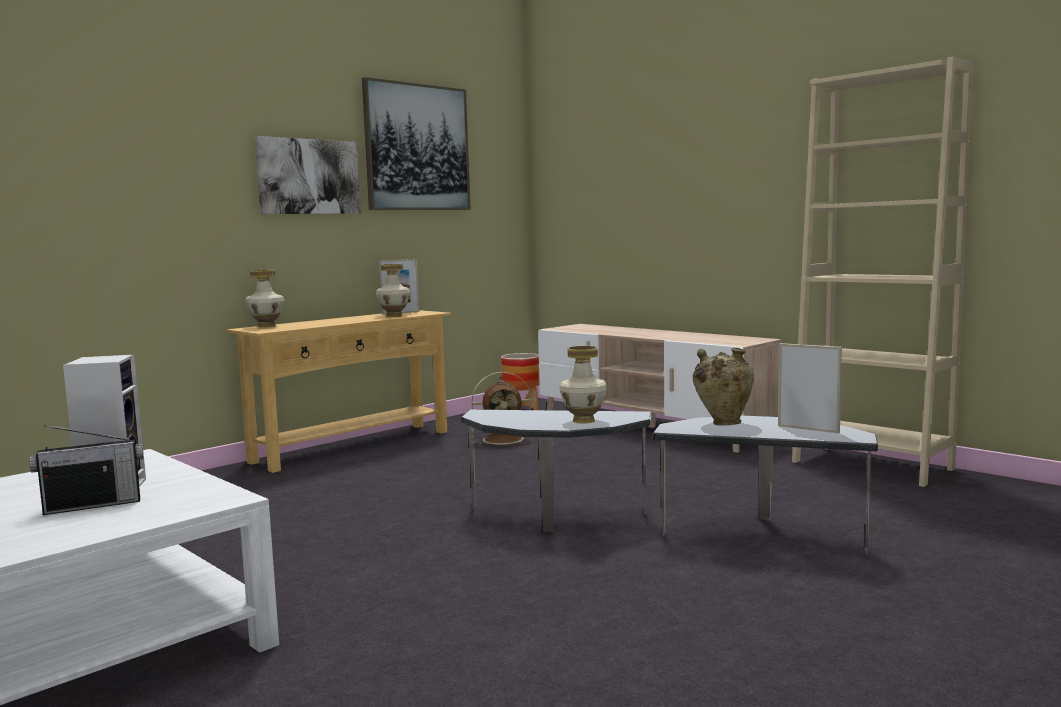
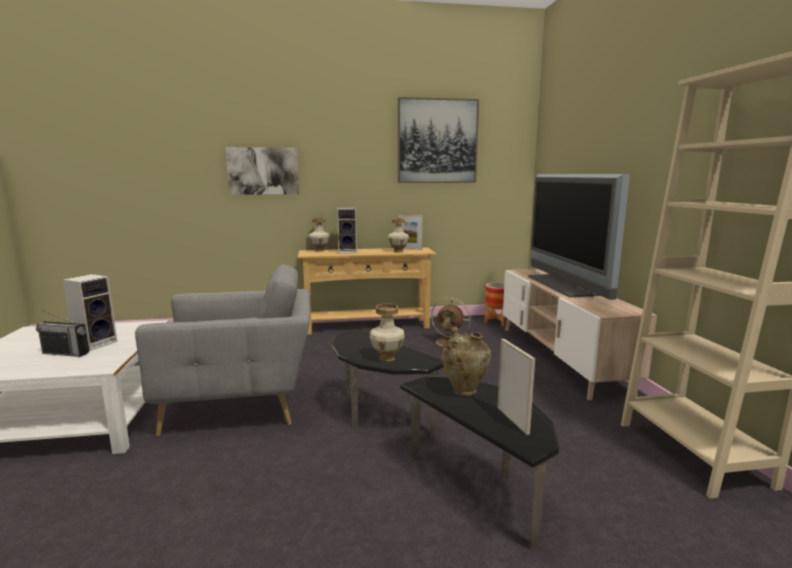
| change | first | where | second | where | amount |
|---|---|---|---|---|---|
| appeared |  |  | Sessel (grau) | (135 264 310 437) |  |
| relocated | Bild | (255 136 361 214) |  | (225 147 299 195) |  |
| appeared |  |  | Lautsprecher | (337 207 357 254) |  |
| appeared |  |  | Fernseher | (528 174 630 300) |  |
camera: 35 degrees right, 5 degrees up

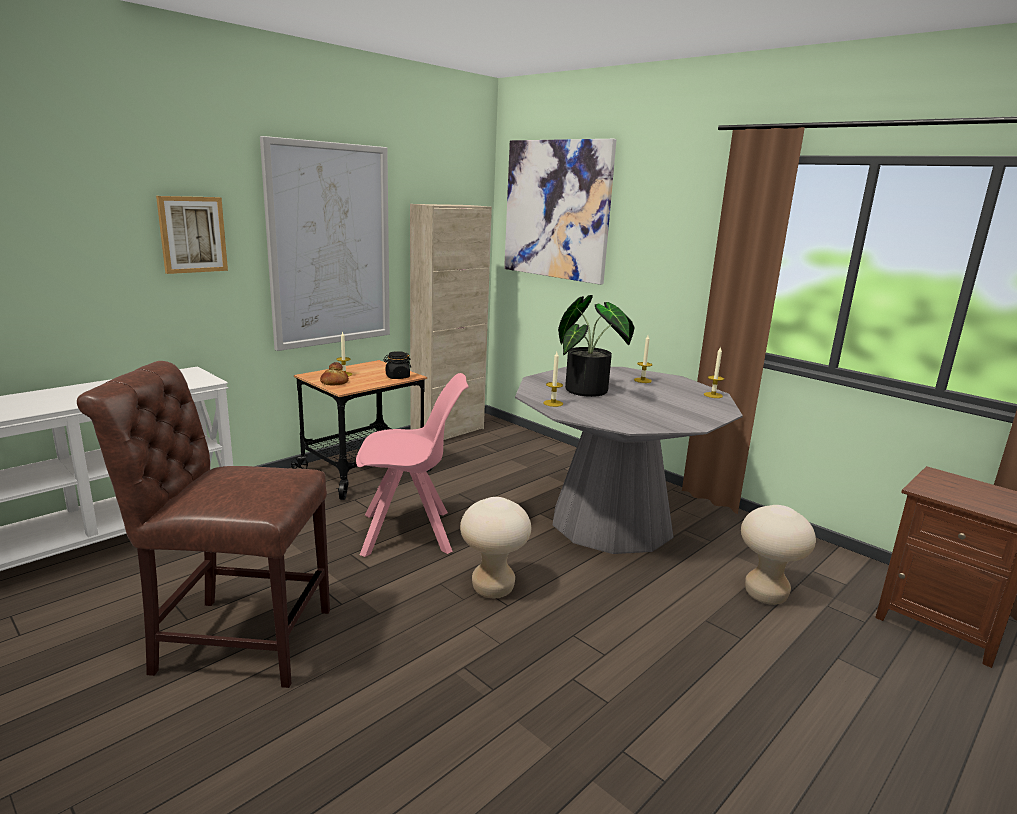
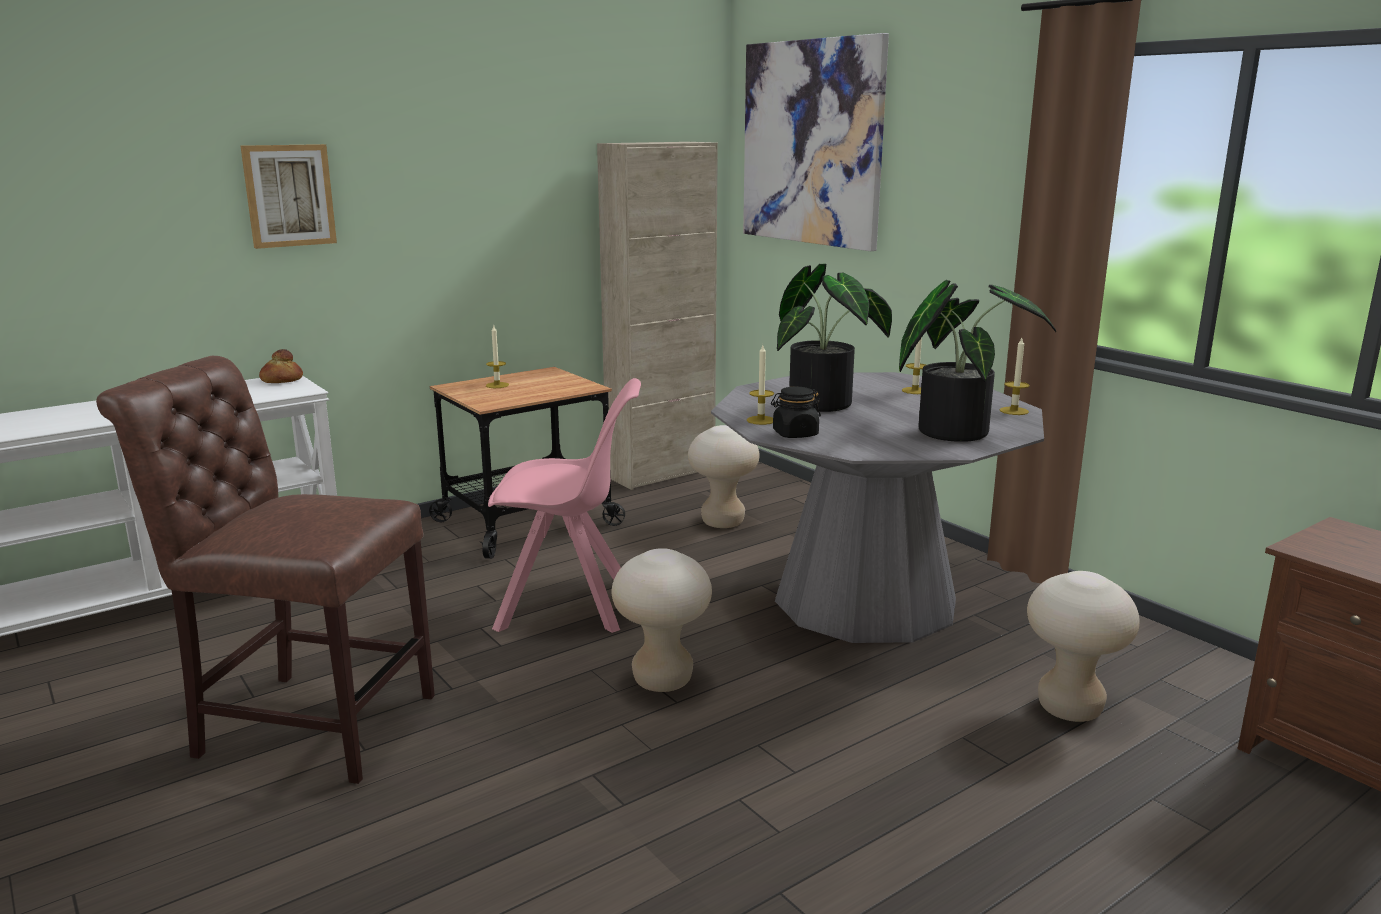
| change | first | where | second | where | amount |
|---|---|---|---|---|---|
| relocated | Brot | (320 362 349 385) |  | (259 349 303 383) |  |
| appeared |  |  | Hocker (beige) | (688 425 760 528) |  |
| relocated | Vorratsglas (schwarz) | (383 351 411 379) |  | (771 387 821 438) |  |
| appeared |  |  | Topfpflanze | (899 280 1056 442) |  |
| missing | Bild | (260 136 390 351) |  |  |  |
camera: 10 degrees right, 0 degrees up

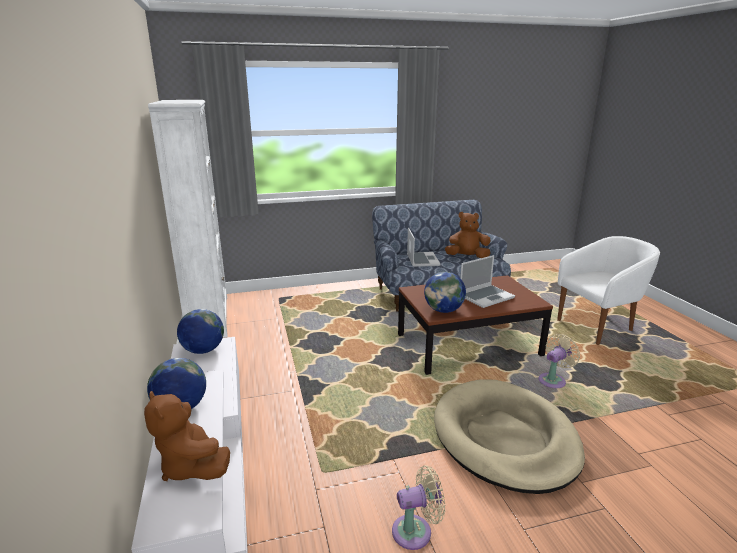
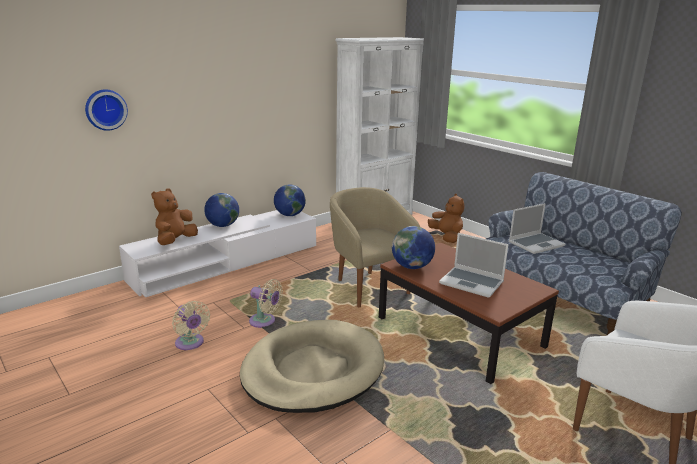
| change | first | where | second | where | amount |
|---|---|---|---|---|---|
| appeared |  |  | Wanduhr | (85 89 128 131) |  |
| relocated | Ventilator (beige) | (538 334 580 388) |  | (249 279 283 328) |  |
| appeared |  |  | Sessel (beige) | (330 187 420 307) |  |
| relocated | Plüschtier (braun) | (445 212 491 258) |  | (428 194 464 243) |  |
camera: 65 degrees right, 0 degrees up

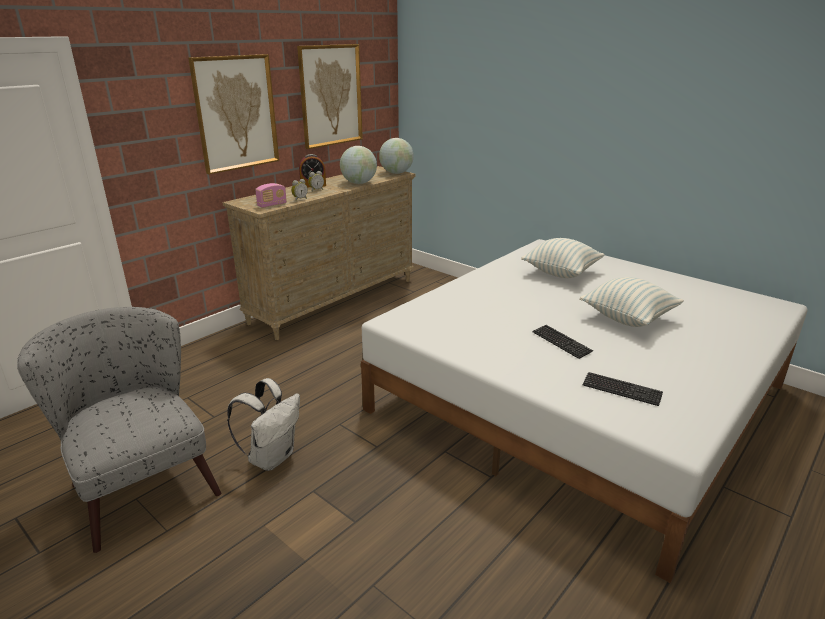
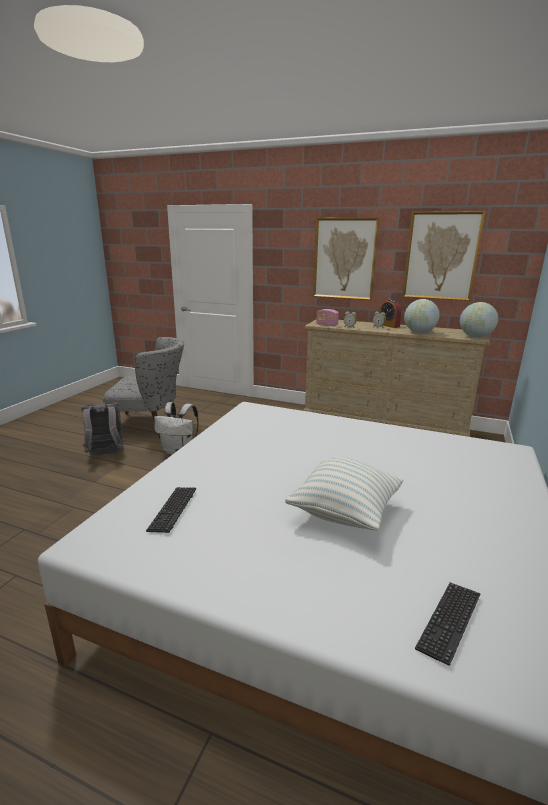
| change | first | where | second | where | amount |
|---|---|---|---|---|---|
| appeared |  |  | Rucksack (grau) | (81 403 126 455) |  |
| spun | Sessel (grau) | (17 307 221 553) |  | (103 337 184 438) | 60 degrees clockwise |
| relocated | Tastatur | (532 325 593 359) |  | (415 582 480 666) |  |
| missing | Kissen | (521 238 605 278) |  |  |  |
camera: 70 degrees right, 5 degrees down

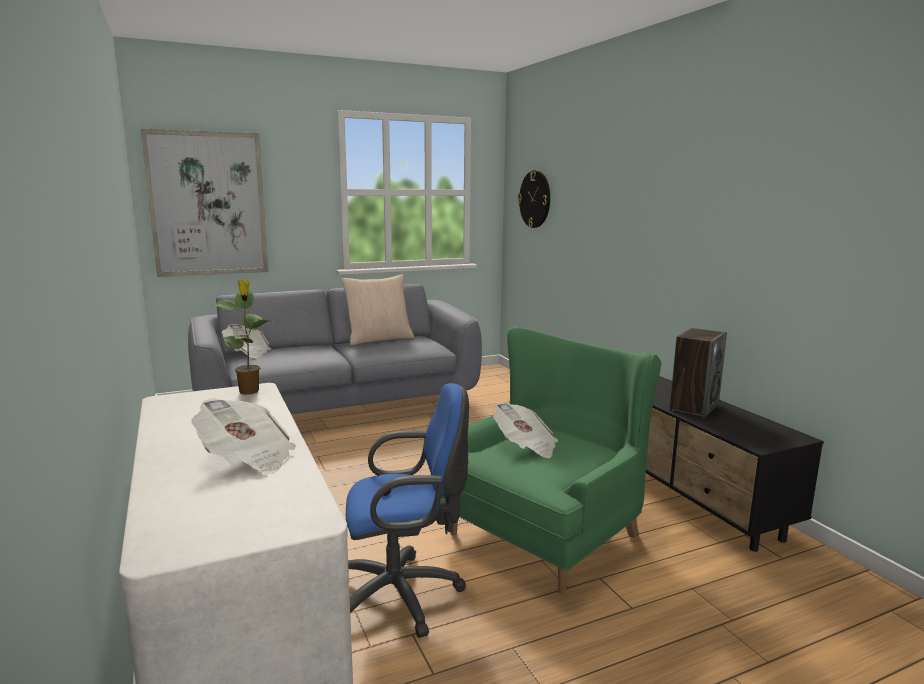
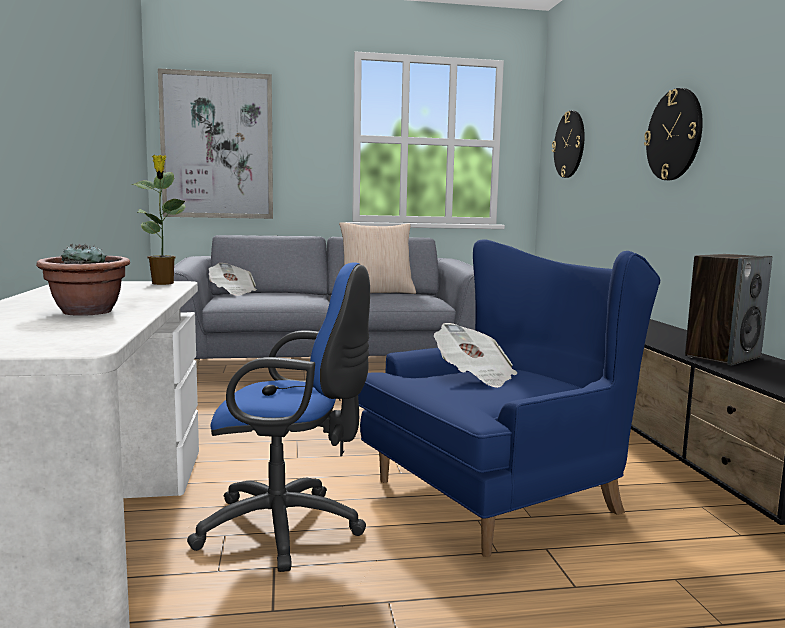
| change | first | where | second | where | amount |
|---|---|---|---|---|---|
| exchanged | Zeitung | (191 398 296 474) | Topfpflanze | (36 244 130 316) |  |
| colour | Sessel (grün) | (441 326 662 594) | Sessel (blau) | (358 239 660 557) |  |
| appeared |  |  | Wanduhr | (644 88 703 180) |  |
camera: 15 degrees right, 5 degrees down

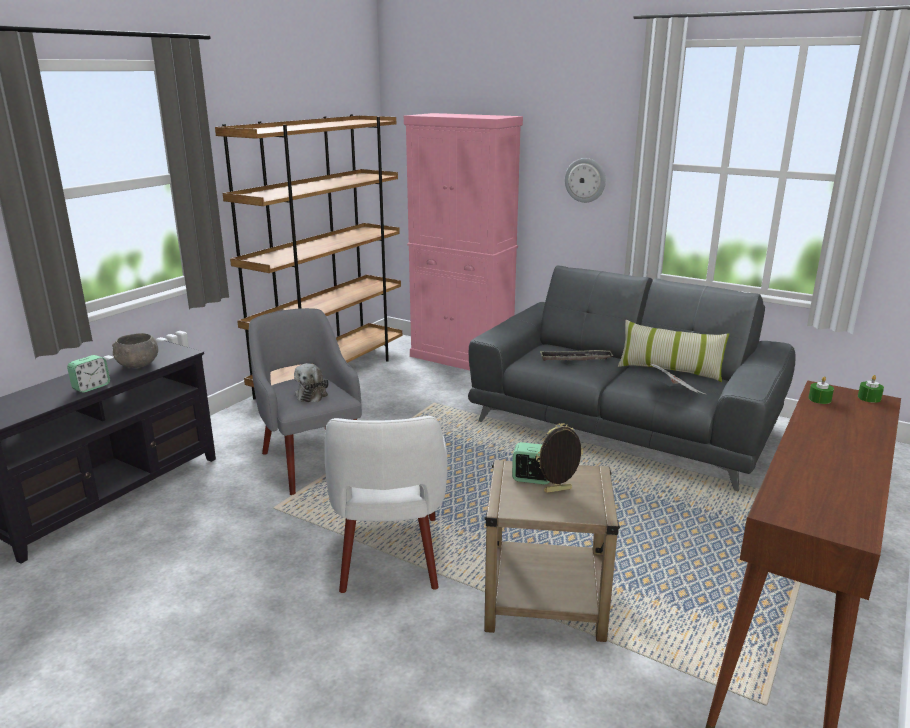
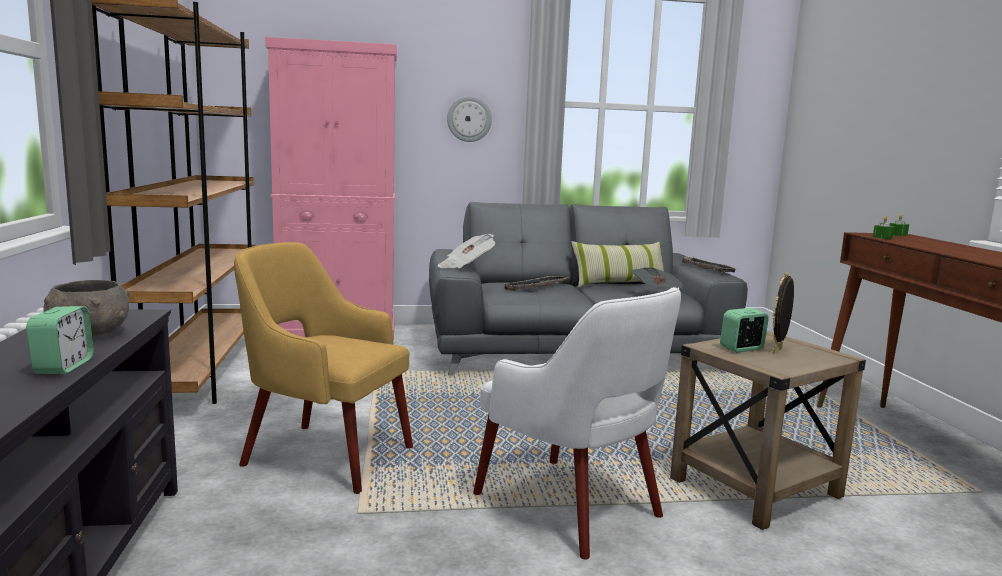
| change | first | where | second | where | amount |
|---|---|---|---|---|---|
| colour | Sessel (grau) | (248 308 362 495) | Sessel (gelb) | (234 242 413 494) |  |
| appeared |  |  | Zeitung | (438 234 495 269) |  |
| appeared |  |  | Tablett | (682 257 736 272) |  |
| missing | Plüschtier | (294 363 329 402) |  |  |  |
camera: 40 degrees left, 10 degrees down

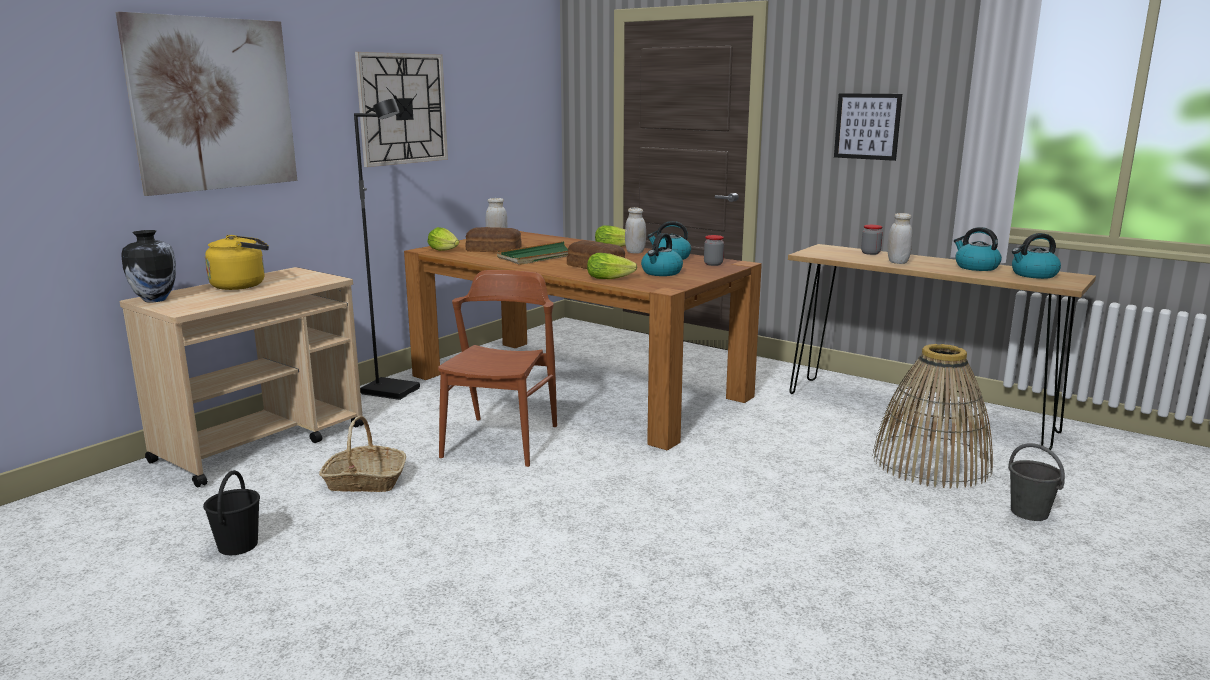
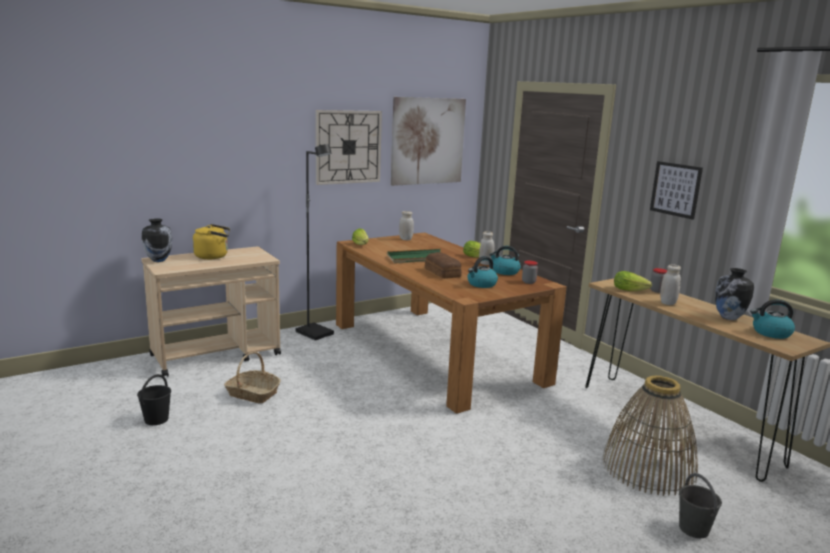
| change | first | where | second | where | amount |
|---|---|---|---|---|---|
| relocated | Bild | (116 12 297 196) |  | (391 97 466 186) |  |
| relocated | Salatkopf | (587 253 637 279) |  | (614 271 652 291) |  |
| exchanged | Wasserkessel | (954 227 1002 271) | Vase | (715 268 754 320) |  |
| missing | Stuhl (braun) | (438 270 557 467) |  |  |  |
| missing | Brot | (465 227 522 252) |  |  |  |
camera: 20 degrees right, 0 degrees up

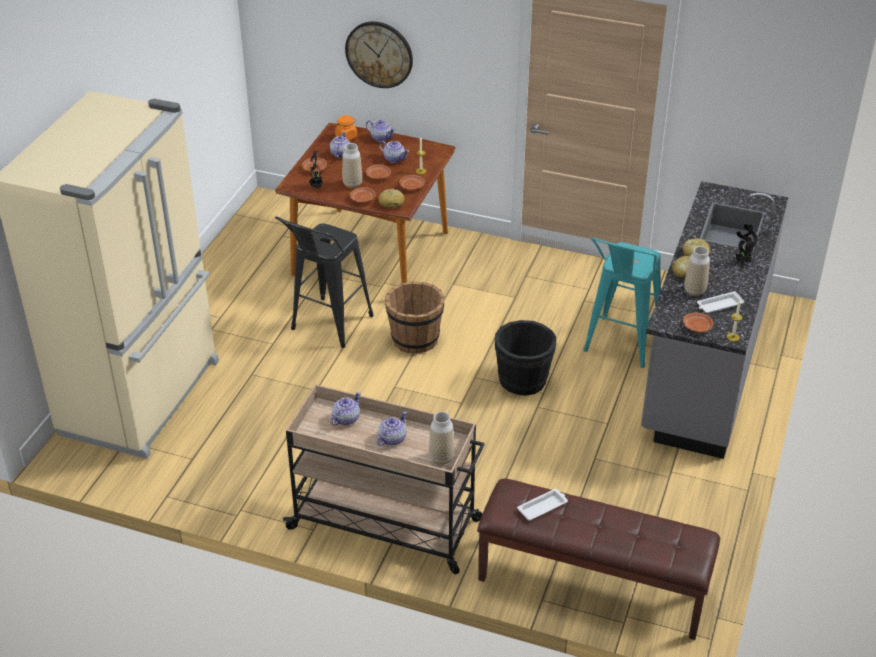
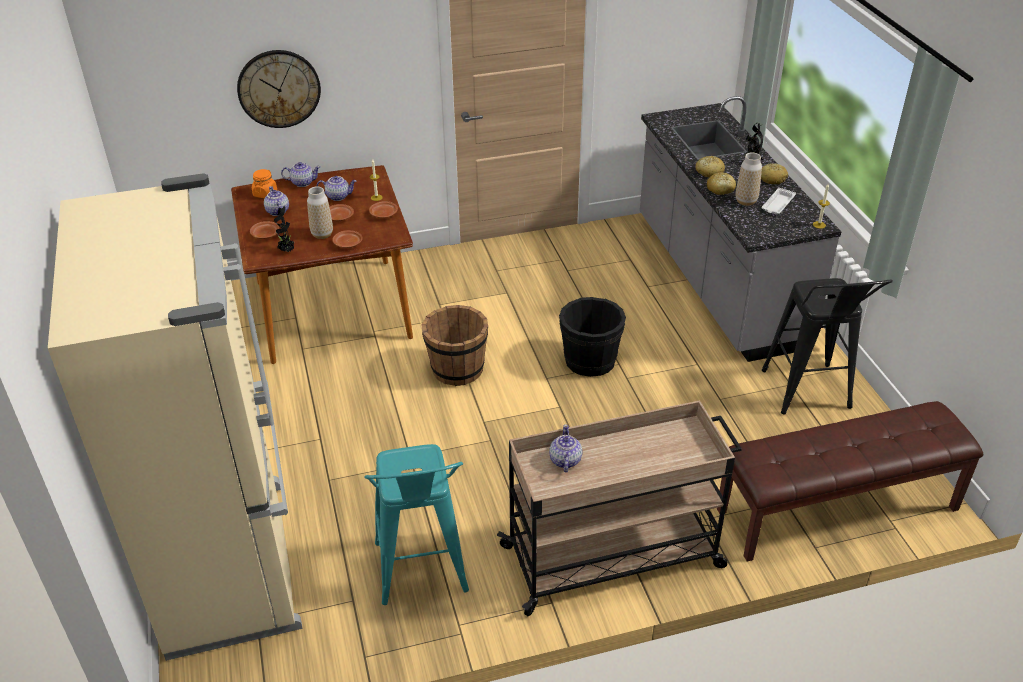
| change | first | where | second | where | amount |
|---|---|---|---|---|---|
| relocated | Hocker (türkis) | (583 238 661 368) |  | (365 444 469 605) |  |
| relocated | Brot | (378 189 405 209) |  | (761 163 788 184) |  |
| relocated | Hocker (schwarz) | (275 216 374 348) |  | (762 278 893 415) |  |
| missing | Teekanne | (377 411 407 446) |  |  |  |
| missing | Vase | (429 412 454 465) |  |  |  |
| missing | Tablett (weiß) | (517 489 568 521) |  |  |  |
| missing | Teller (braun) | (683 312 713 332) |  |  |  |
camera: 35 degrees left, 0 degrees up

